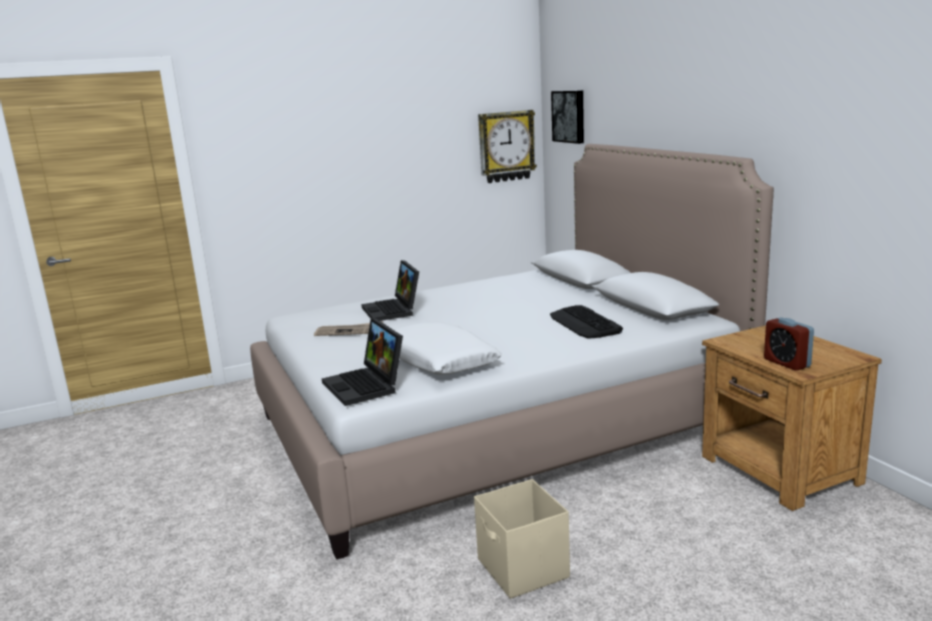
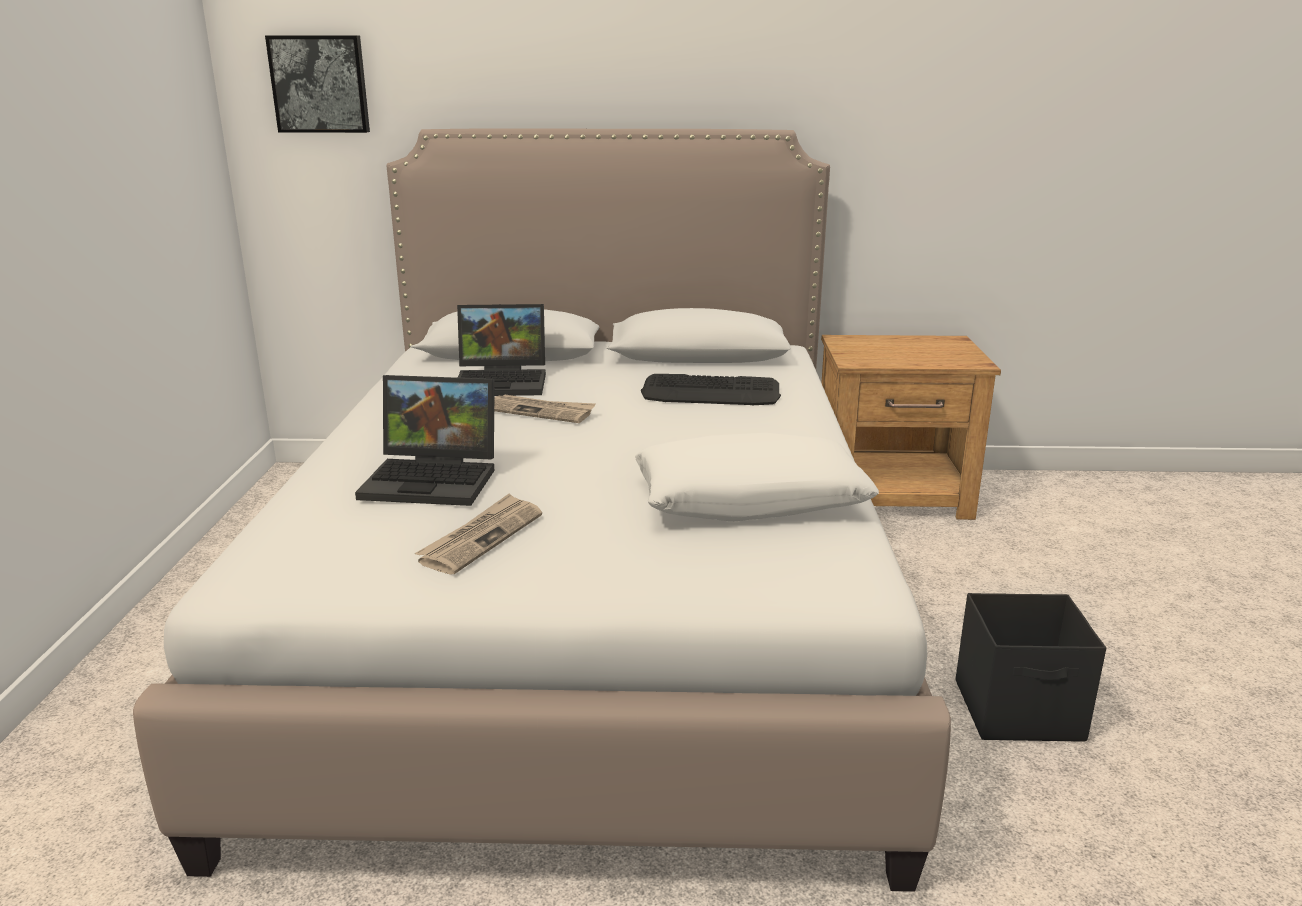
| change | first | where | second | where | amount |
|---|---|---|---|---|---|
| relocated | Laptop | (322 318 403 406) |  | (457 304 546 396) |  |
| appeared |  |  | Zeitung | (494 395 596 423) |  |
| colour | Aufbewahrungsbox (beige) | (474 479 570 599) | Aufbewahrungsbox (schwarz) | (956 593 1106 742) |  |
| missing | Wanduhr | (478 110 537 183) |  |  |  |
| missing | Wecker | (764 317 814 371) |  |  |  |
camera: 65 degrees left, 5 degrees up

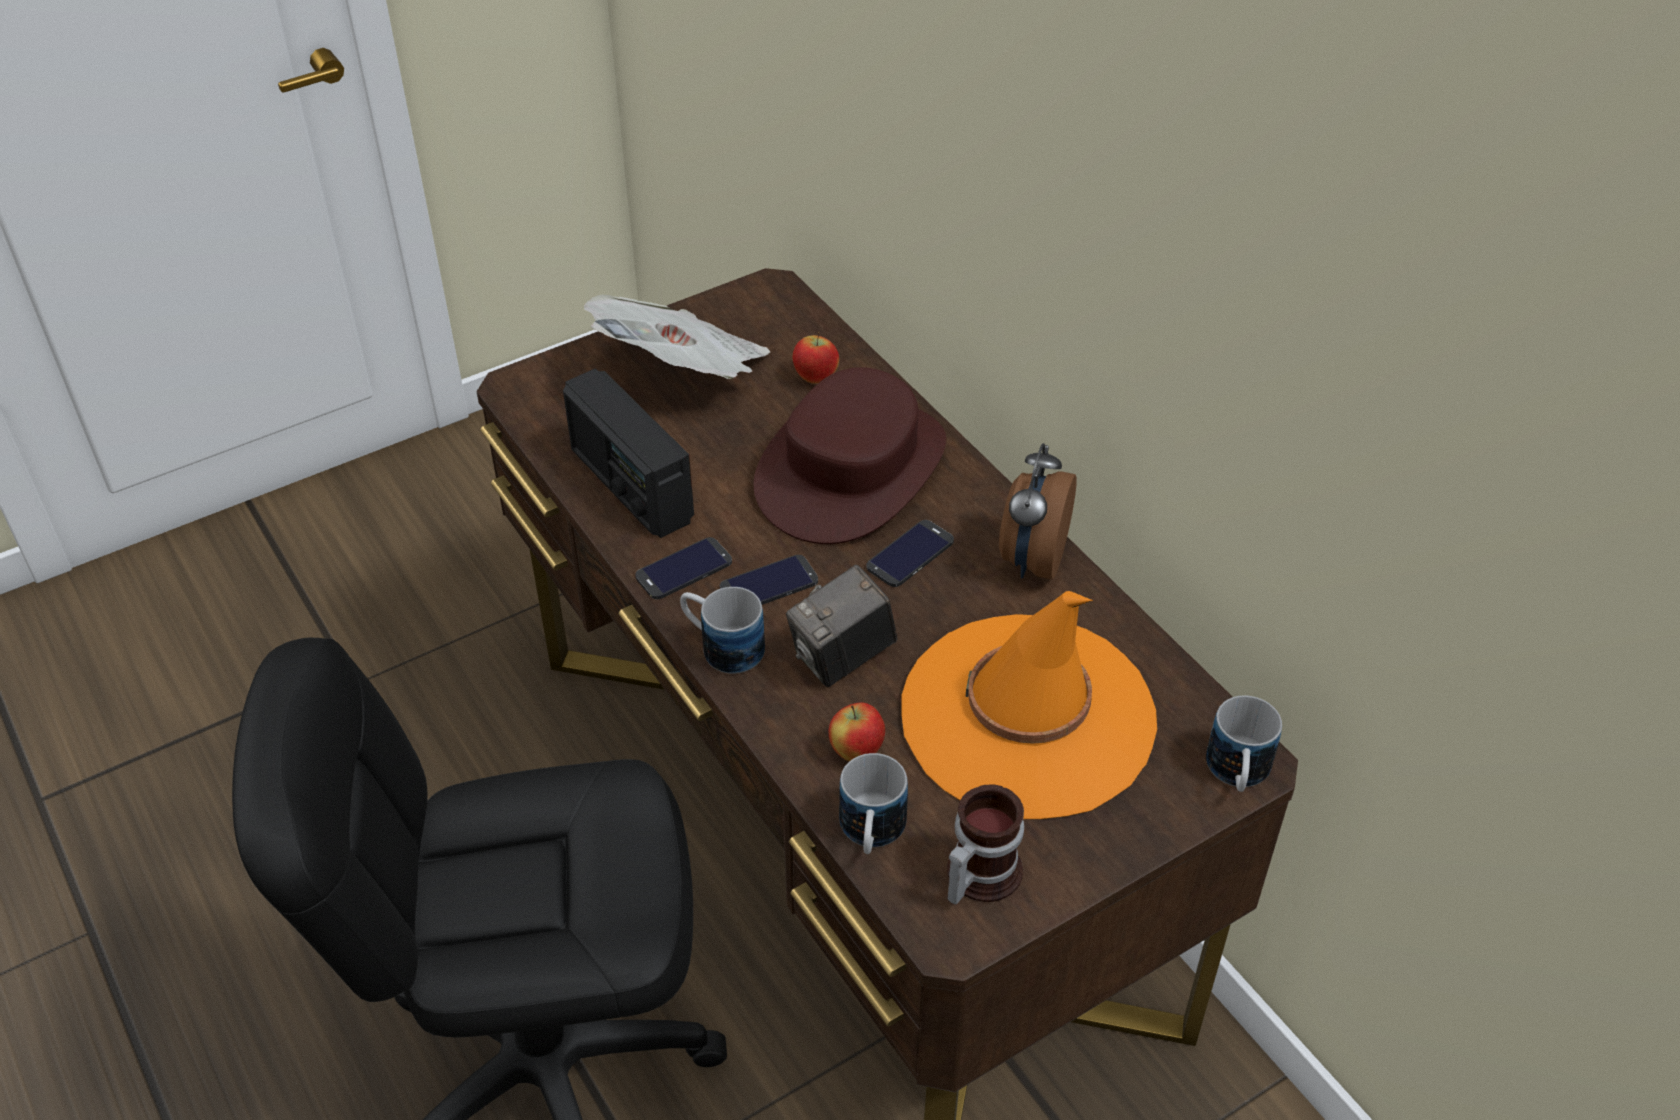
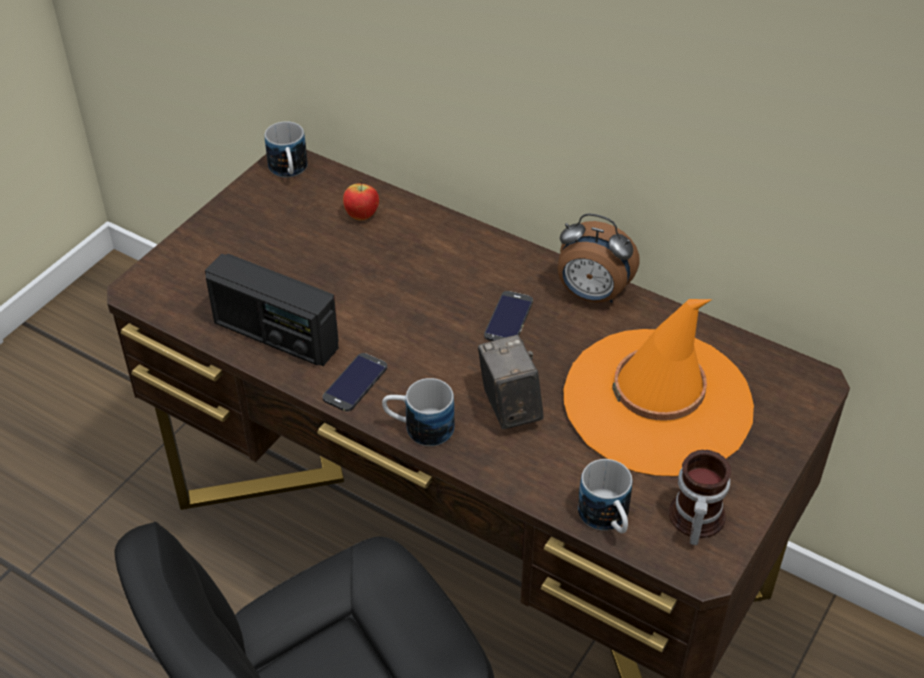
| change | first | where | second | where | amount |
|---|---|---|---|---|---|
| relocated | Henkelbecher | (1206 695 1282 792) |  | (265 121 308 178) |  |
| spun | Kamera | (786 565 898 687) |  | (478 335 544 429) | 135 degrees clockwise |
| spun | Wecker | (999 443 1077 580) |  | (558 213 640 303) | 60 degrees counterclockwise |
| missing | Zeitung | (584 294 770 379) |  |  |  |
| missing | Handy | (720 555 818 605) |  |  |  |
| missing | Hut (braun) | (754 367 946 544) |  |  |  |
| missing | Apfel | (829 702 885 761) |  |  |  |
camera: 25 degrees left, 0 degrees up

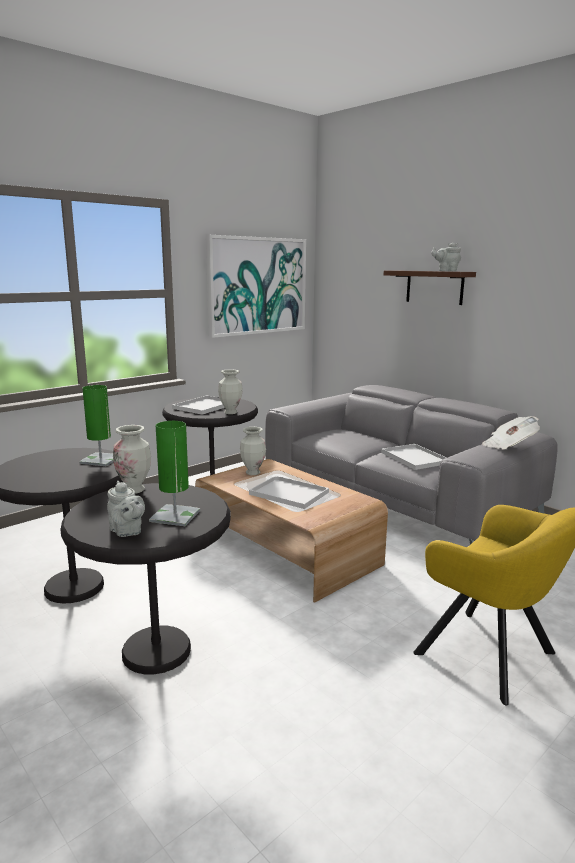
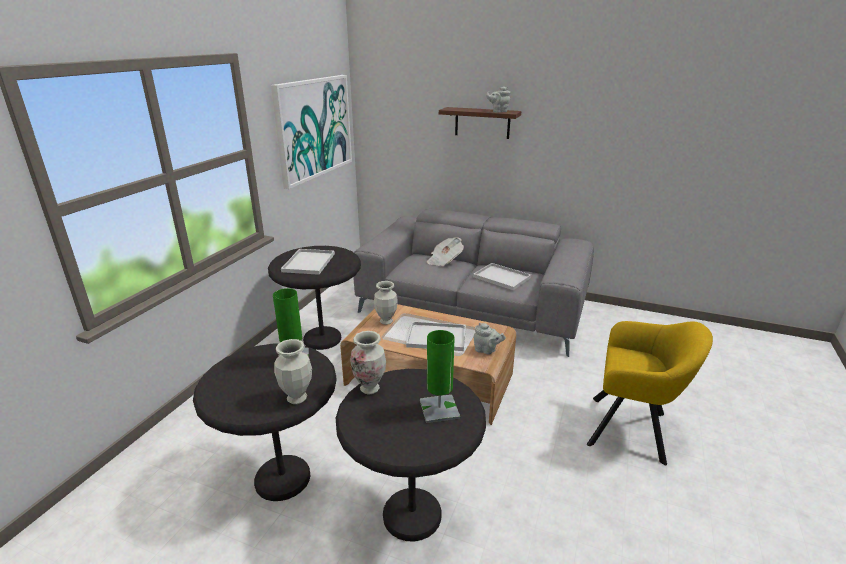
| change | first | where | second | where | amount |
|---|---|---|---|---|---|
| relocated | Vase | (218 370 243 414) |  | (274 339 312 404) |  |
| relocated | Zeitung | (482 416 540 450) |  | (427 237 464 266) |  |
| relocated | Teekanne (grau) | (107 481 145 537) |  | (474 323 506 354) |  |
camera: 25 degrees left, 10 degrees up

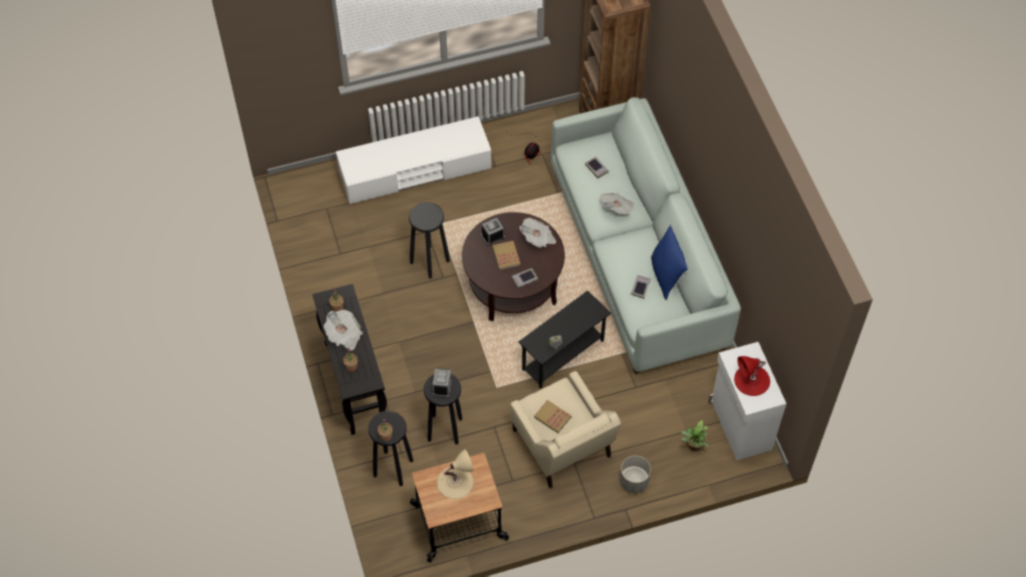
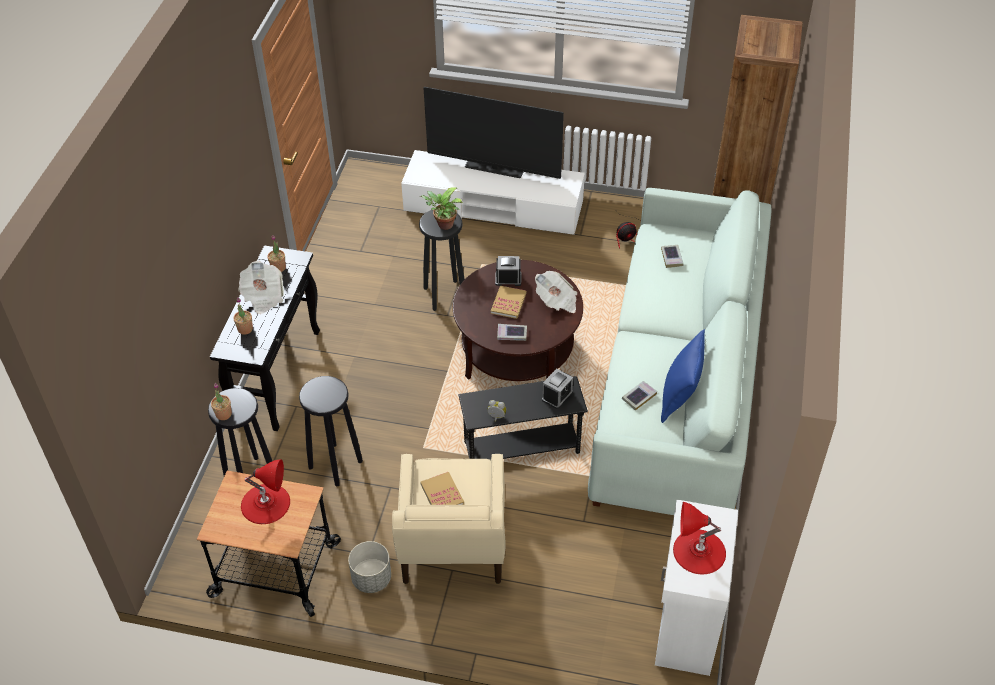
| change | first | where | second | where | amount |
|---|---|---|---|---|---|
| colour | Tischlampe (beige) | (437 449 473 499) | Tischlampe (rot) | (241 459 290 524) |  |
| relocated | Pflanzkübel (grau) | (620 456 651 493) |  | (348 541 391 593) |  |
| relocated | Topfpflanze | (681 420 709 451) |  | (420 187 463 230) |  |
| appeared |  |  | Fernseher | (424 87 564 179) |  |
| relocated | Wecker | (432 368 452 397) |  | (542 369 573 409) |  |
| missing | Zeitung | (600 193 635 214) |  |  |  |
camera: 30 degrees right, 10 degrees down

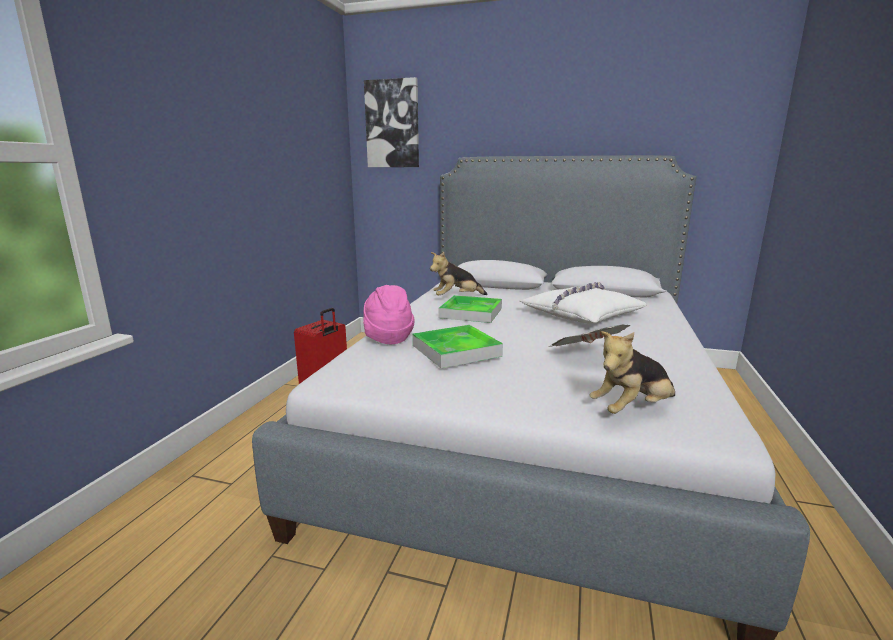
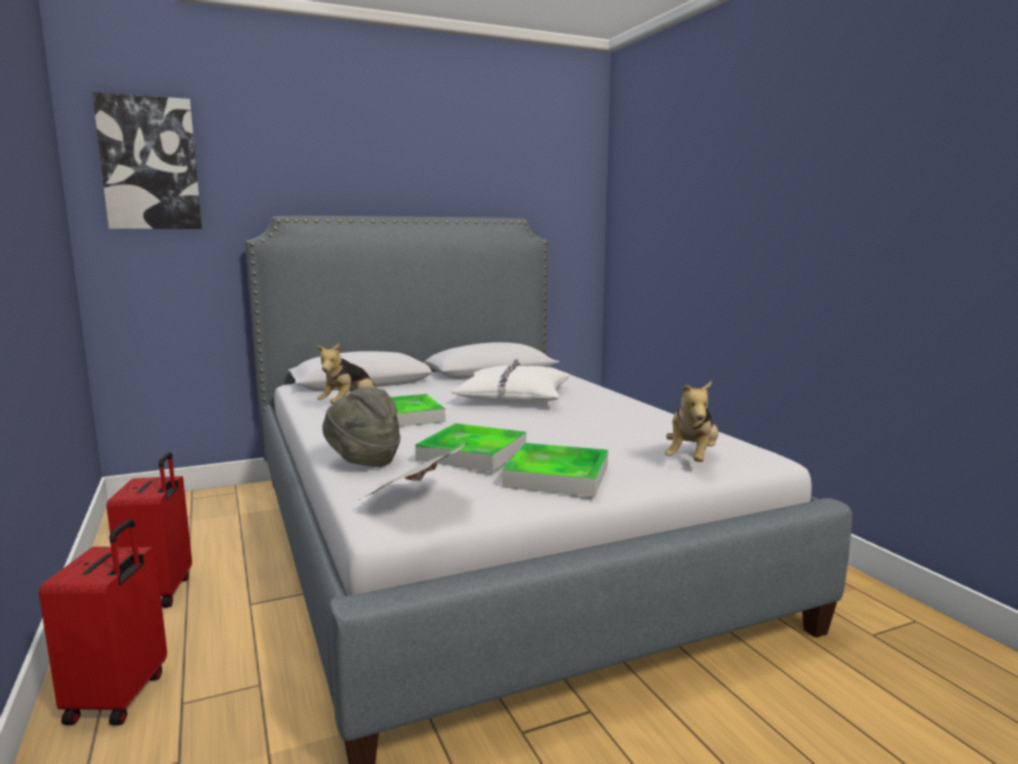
| change | first | where | second | where | amount |
|---|---|---|---|---|---|
| appeared |  |  | Koffer (rot) | (39 519 167 726) |  |
| colour | Hut (rosa) | (363 285 415 344) | Hut (grau) | (322 388 401 467) |  |
| relocated | Zeitung | (549 324 630 347) |  | (359 443 468 500) |  |
| appeared |  |  | Tablett | (502 443 608 497) |  |
camera: 40 degrees left, 5 degrees down

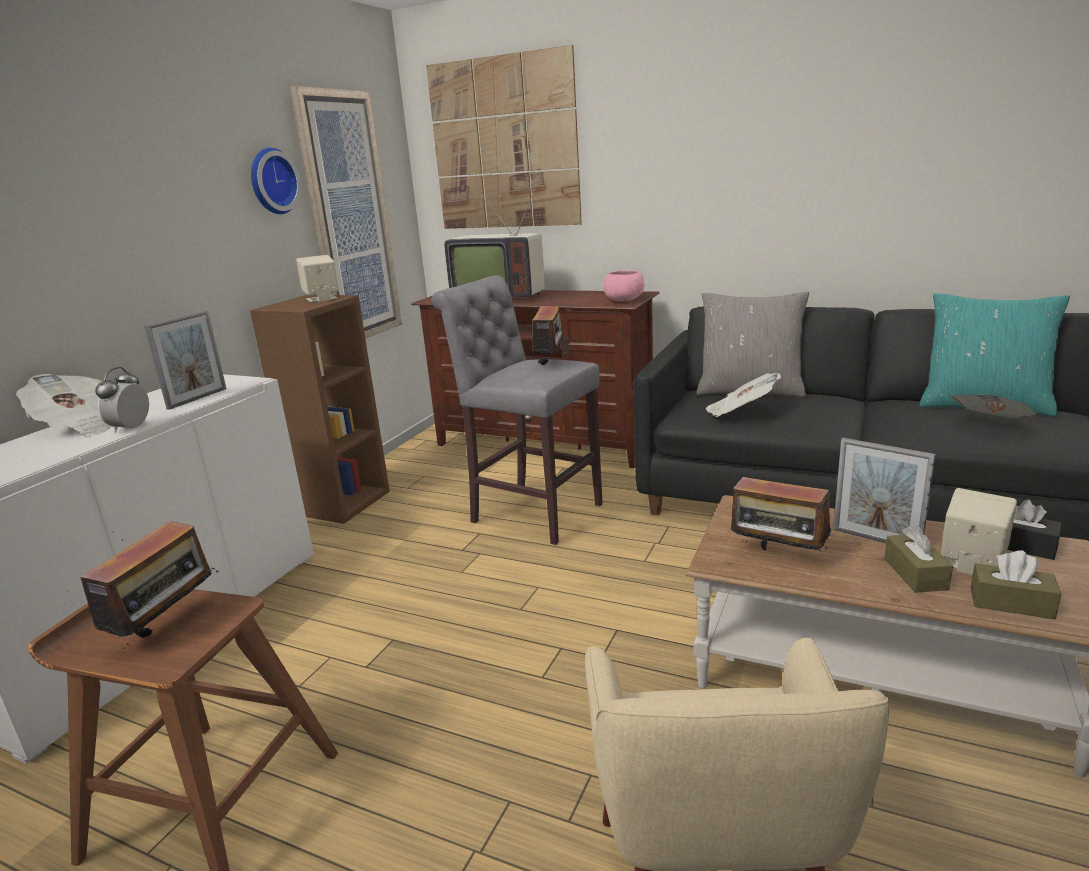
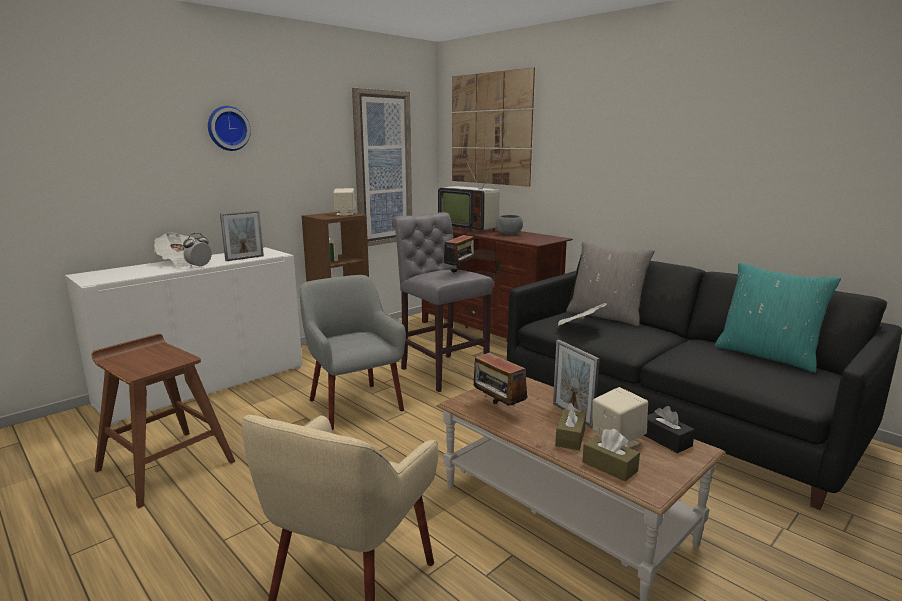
| change | first | where | second | where | amount |
|---|---|---|---|---|---|
| relocated | Wanduhr | (251 148 301 214) |  | (208 106 251 151) |  |
| appeared |  |  | Sessel (grau) | (300 275 406 430) |  |
| appeared |  |  | Schüssel (grau) | (496 215 523 235) |  |
| missing | Radio | (71 521 218 649) |  |  |  |
| missing | Schüssel (rosa) | (603 270 644 302) |  |  |  |
| missing | Zeitung | (950 395 1037 418) |  |  |  |
camera: 20 degrees right, 5 degrees down

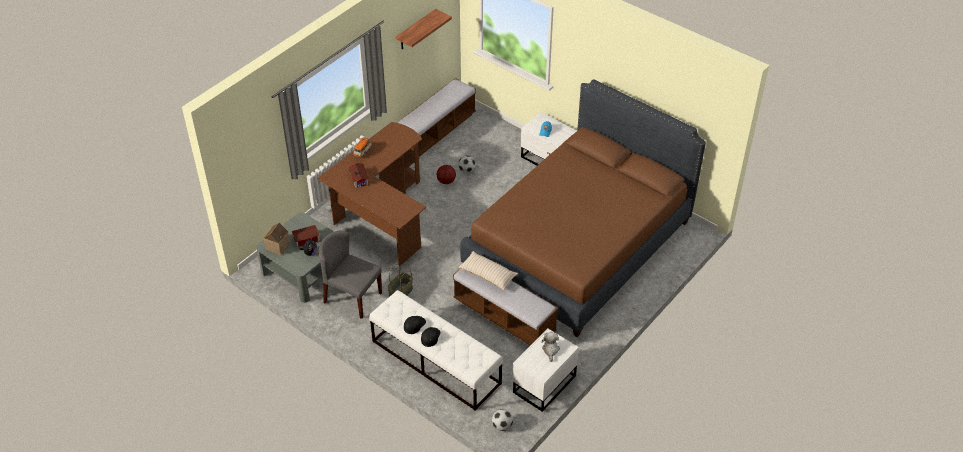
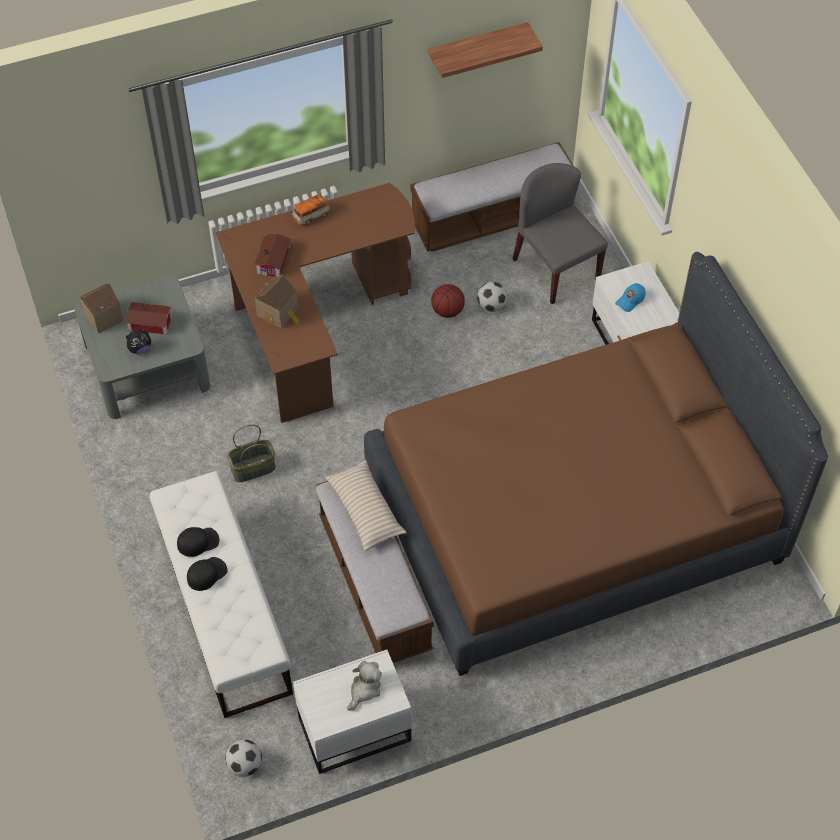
| change | first | where | second | where | amount |
|---|---|---|---|---|---|
| appeared |  |  | Spielzeughaus | (255 275 300 329) |  |
| relocated | Stuhl (grau) | (319 231 382 319) |  | (513 163 608 304) |  |
camera: 30 degrees right, 10 degrees up

